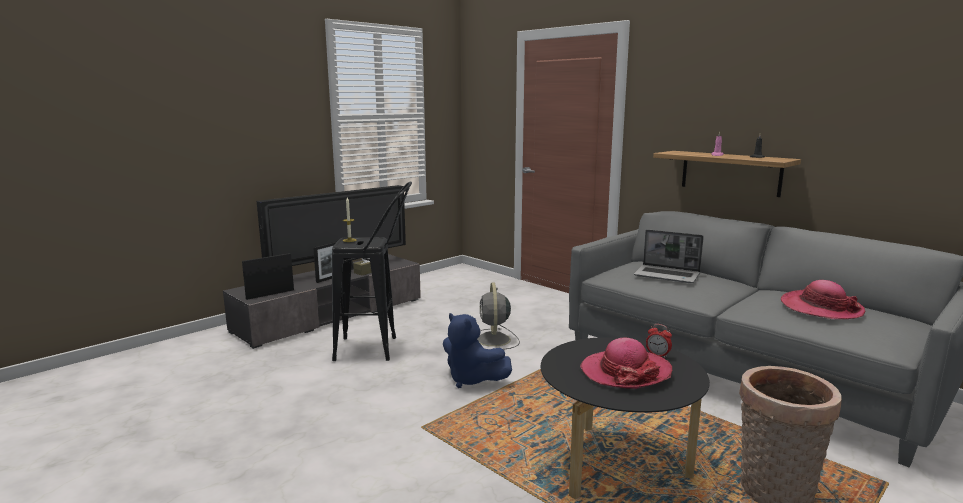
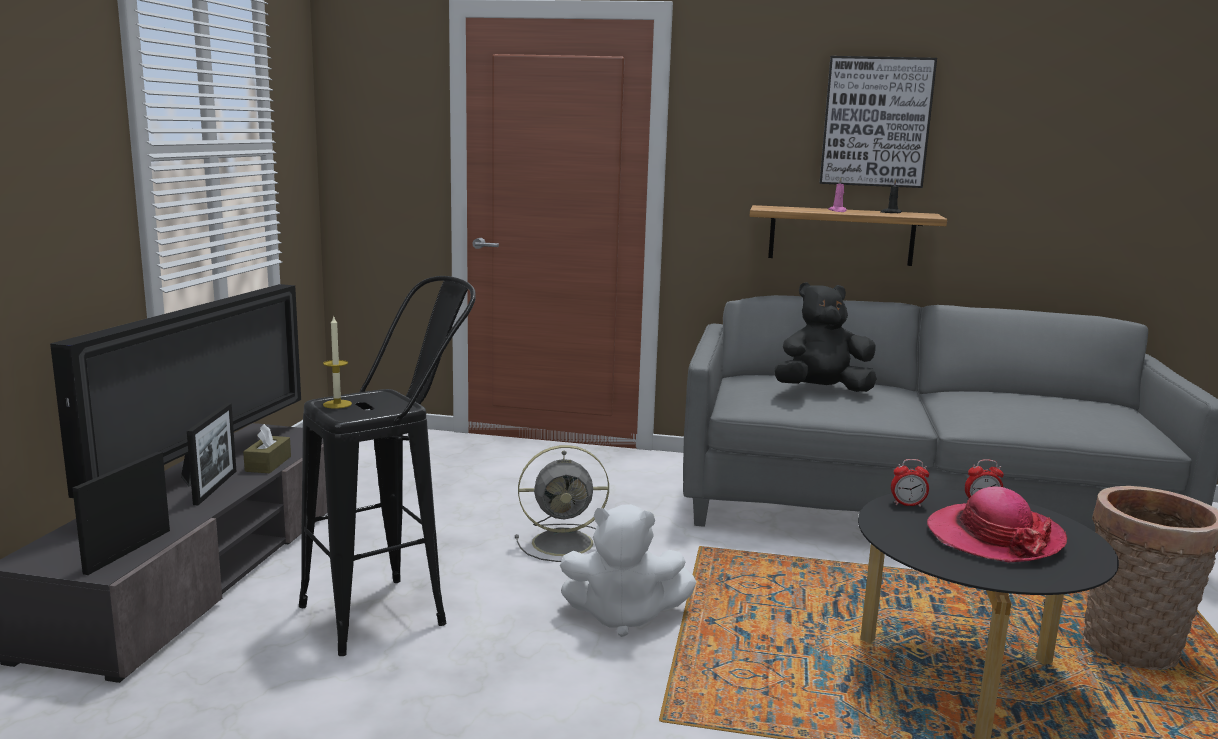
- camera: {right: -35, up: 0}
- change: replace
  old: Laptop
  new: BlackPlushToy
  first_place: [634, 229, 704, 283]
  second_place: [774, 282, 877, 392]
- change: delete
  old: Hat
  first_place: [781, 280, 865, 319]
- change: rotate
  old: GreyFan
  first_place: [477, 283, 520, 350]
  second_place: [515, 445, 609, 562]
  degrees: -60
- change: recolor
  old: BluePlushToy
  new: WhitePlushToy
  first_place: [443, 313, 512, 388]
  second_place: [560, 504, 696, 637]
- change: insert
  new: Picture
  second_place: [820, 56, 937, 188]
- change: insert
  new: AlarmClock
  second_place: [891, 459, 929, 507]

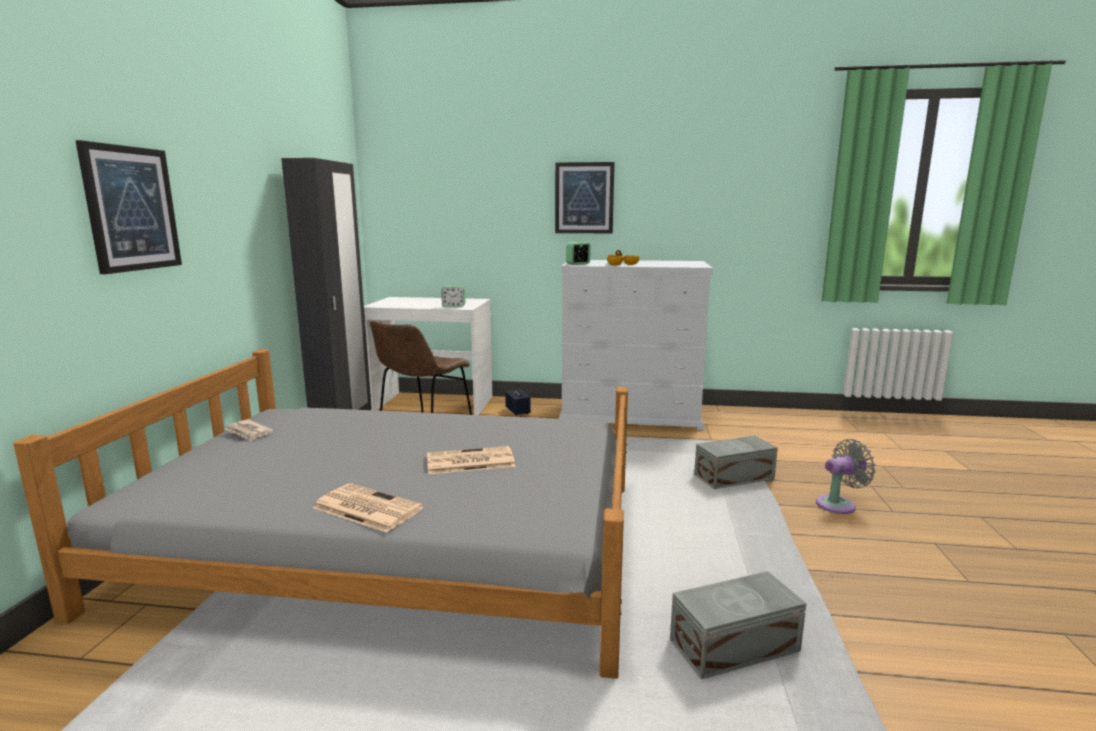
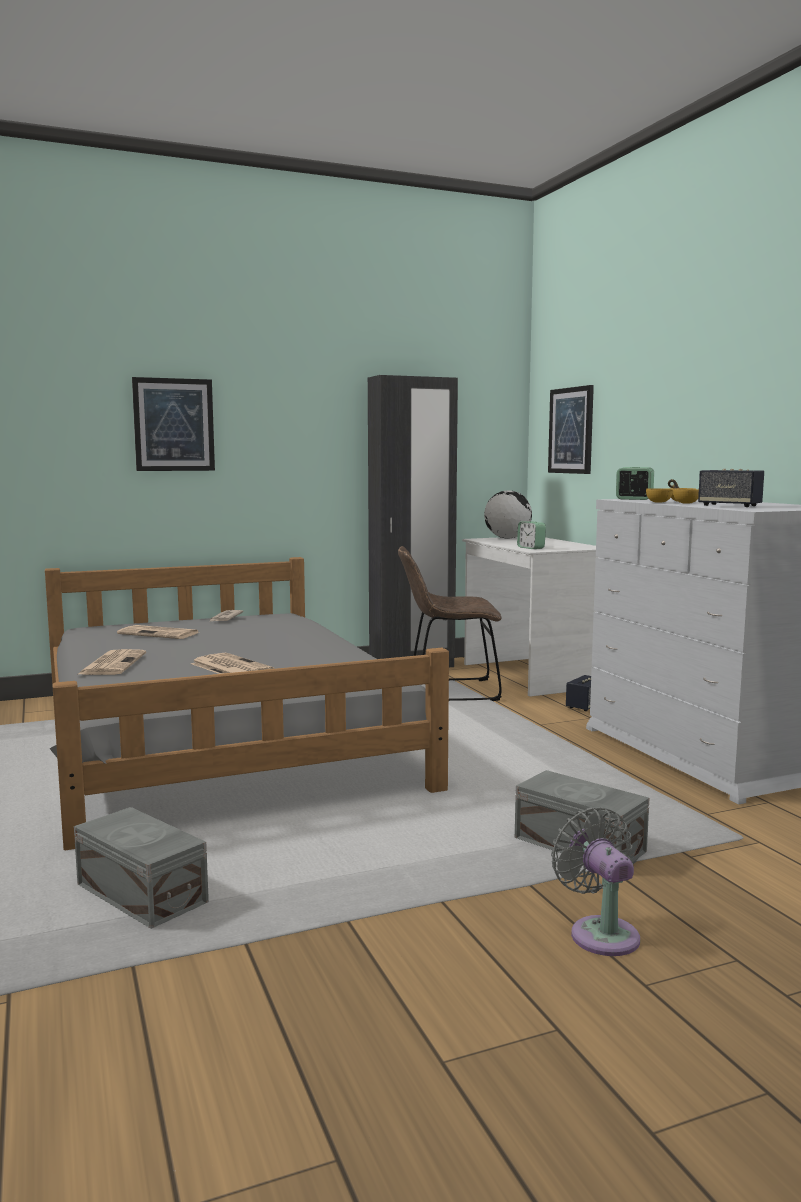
- camera: {right: 60, up: -5}
- change: move
  old: Picture
  first_place: [555, 162, 614, 233]
  second_place: [548, 385, 594, 474]
- change: rotate
  old: GreyFan
  first_place: [816, 439, 876, 514]
  second_place: [551, 807, 640, 956]
  degrees: -150
- change: insert
  new: Speaker
  second_place: [698, 469, 764, 507]
- change: insert
  new: Globe
  second_place: [484, 490, 532, 538]
- change: insert
  new: Newspaper
  second_place: [117, 625, 199, 639]

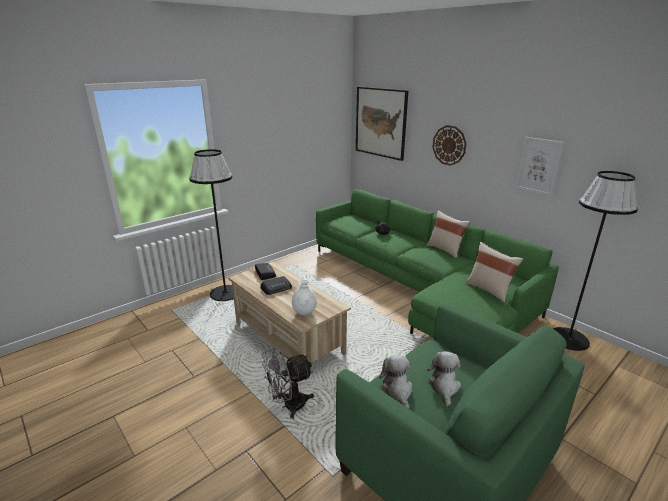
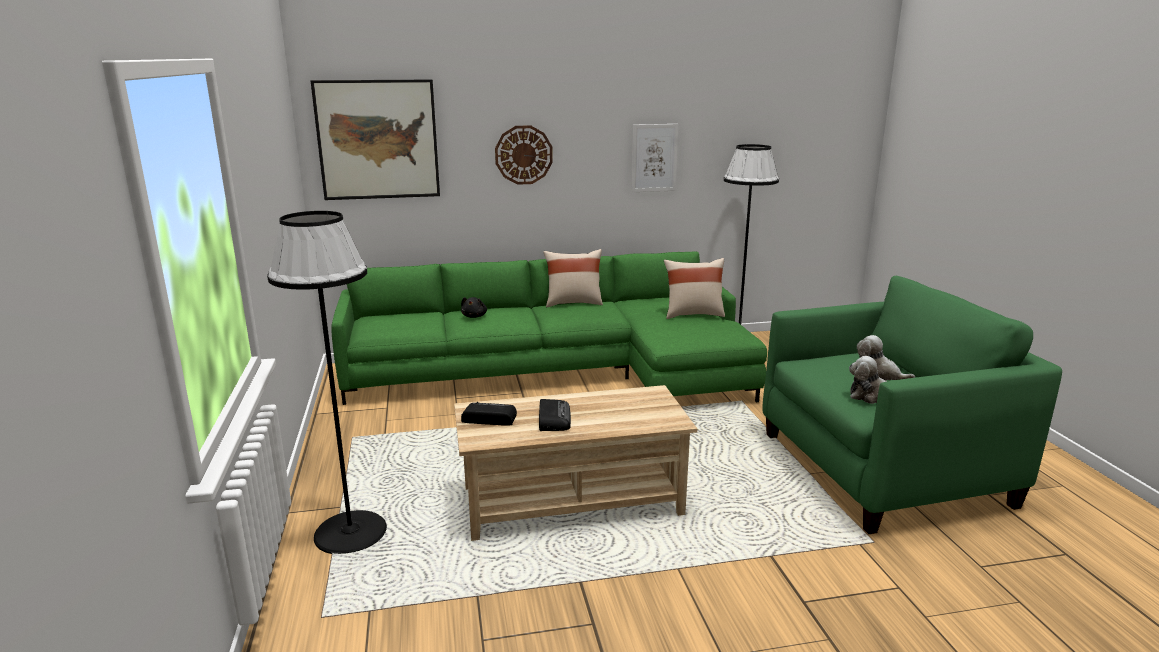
- camera: {right: -60, up: -5}
- change: delete
  old: WhiteVase
  first_place: [292, 280, 317, 315]
- change: delete
  old: GreyFan
  first_place: [262, 347, 314, 419]

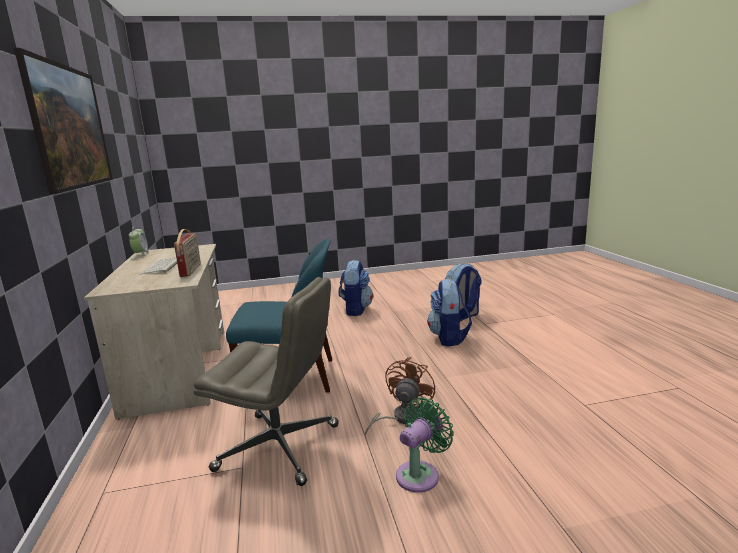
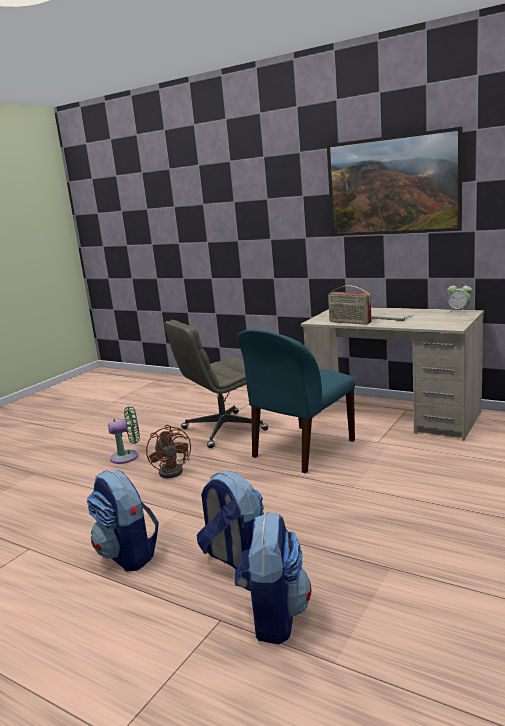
- camera: {right: 135, up: 0}
- change: move
  old: Backpack
  first_place: [338, 260, 373, 316]
  second_place: [87, 470, 159, 571]
- change: rotate
  old: GreenFan
  first_place: [396, 397, 454, 493]
  second_place: [108, 406, 140, 464]
  degrees: -105

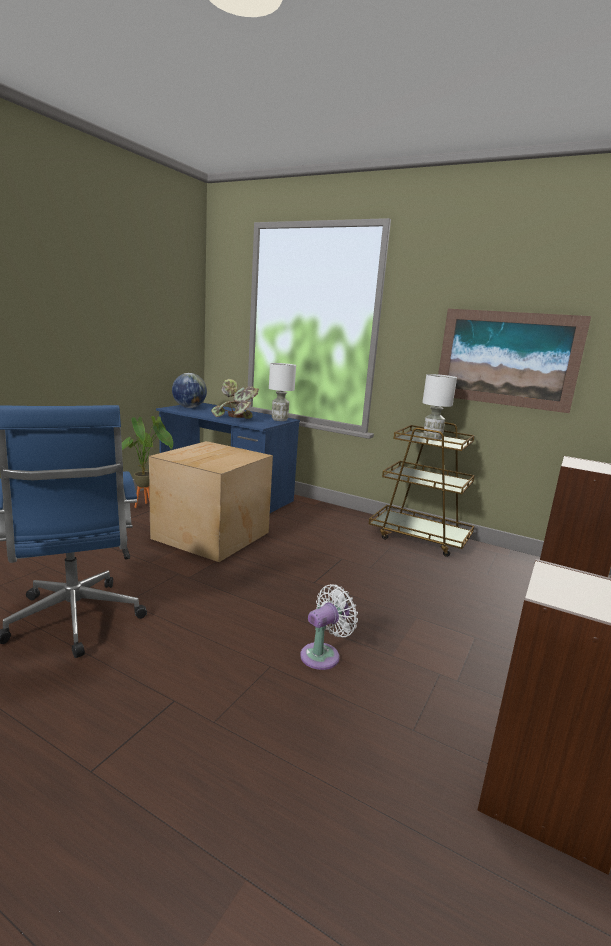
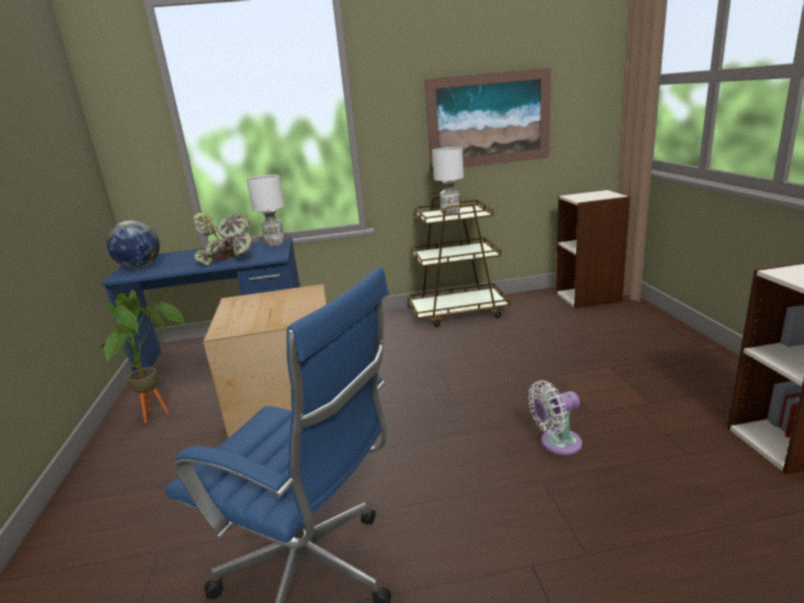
- camera: {right: -35, up: 5}
- change: rotate
  old: WhiteFan
  first_place: [300, 584, 358, 670]
  second_place: [528, 380, 582, 455]
  degrees: -120

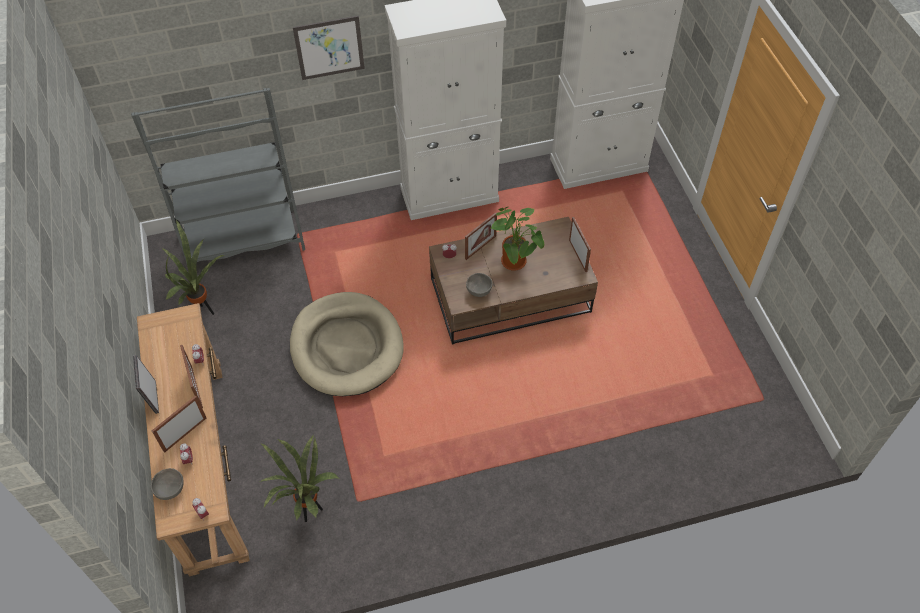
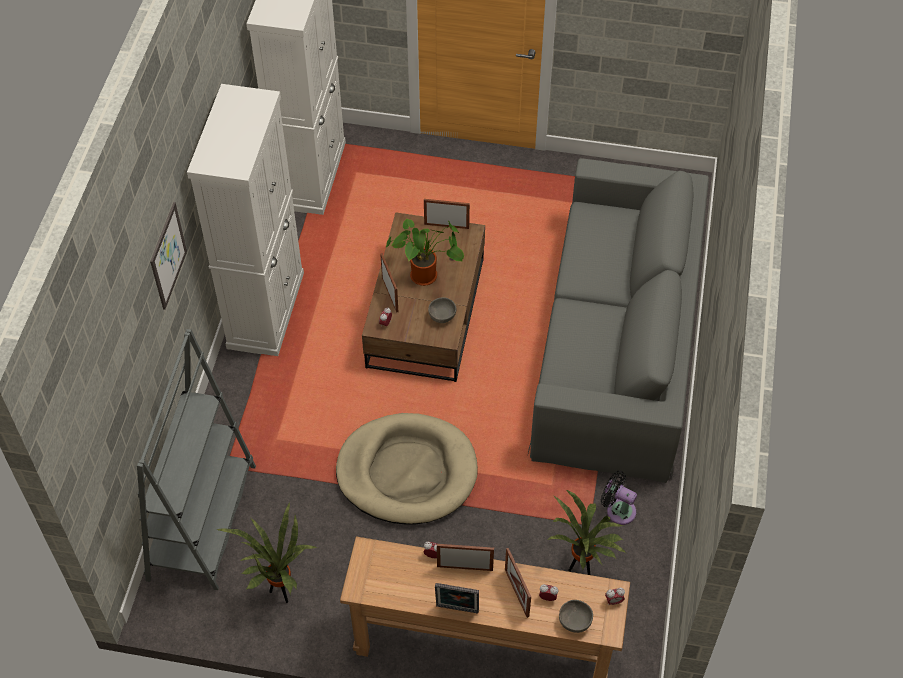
- camera: {right: -65, up: 0}
- change: insert
  new: GreySofa
  second_place: [528, 158, 709, 483]
- change: insert
  new: BlackFan
  second_place: [601, 470, 637, 525]

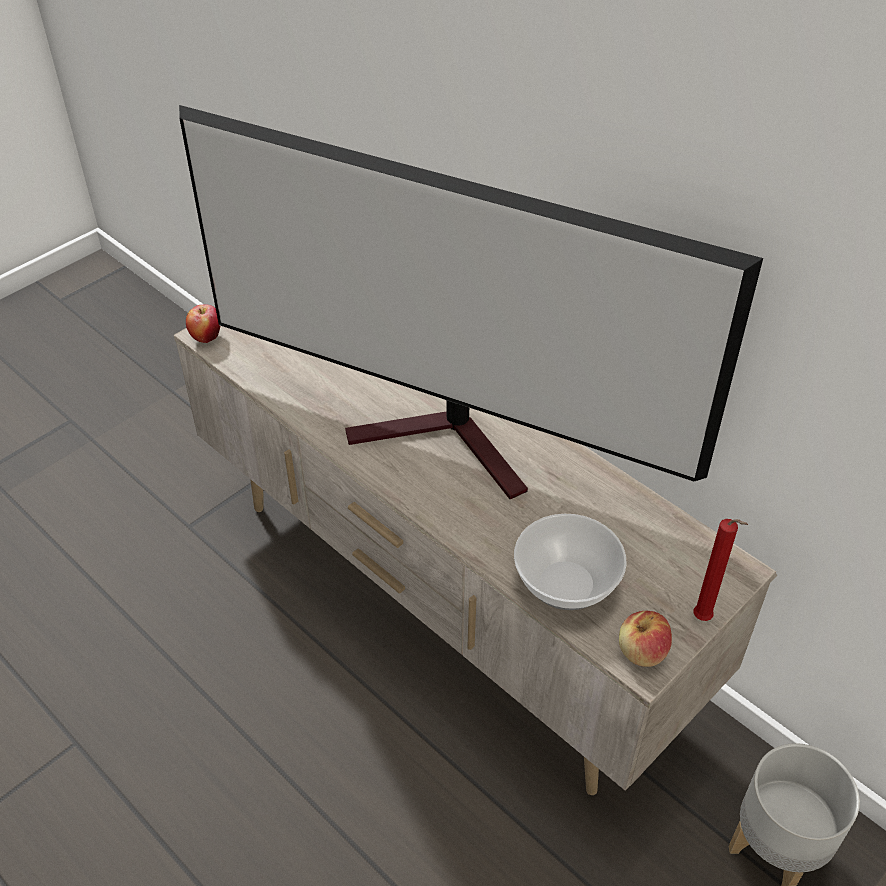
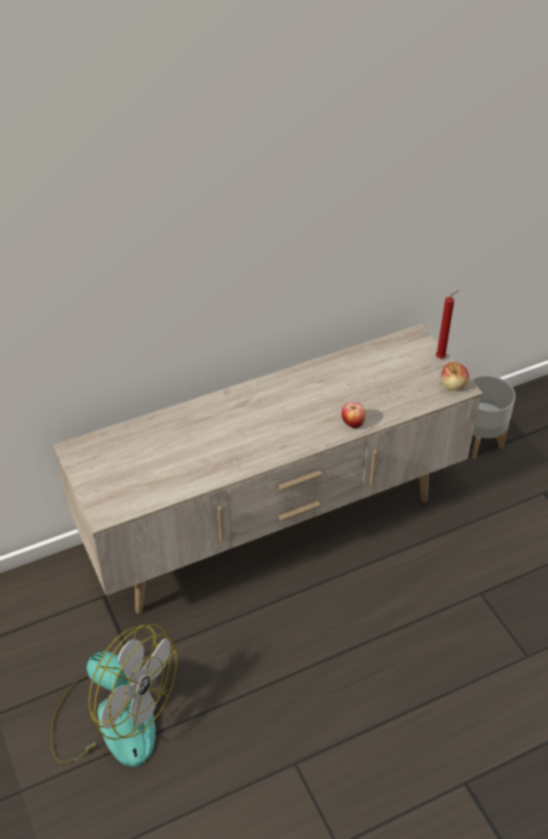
- camera: {right: -70, up: 0}
- change: delete
  old: Television
  first_place: [179, 105, 763, 499]
- change: move
  old: Apple
  first_place: [186, 304, 220, 343]
  second_place: [342, 402, 366, 428]
- change: delete
  old: Bowl
  first_place: [514, 514, 627, 610]
- change: insert
  new: Fan
  second_place: [50, 624, 177, 767]

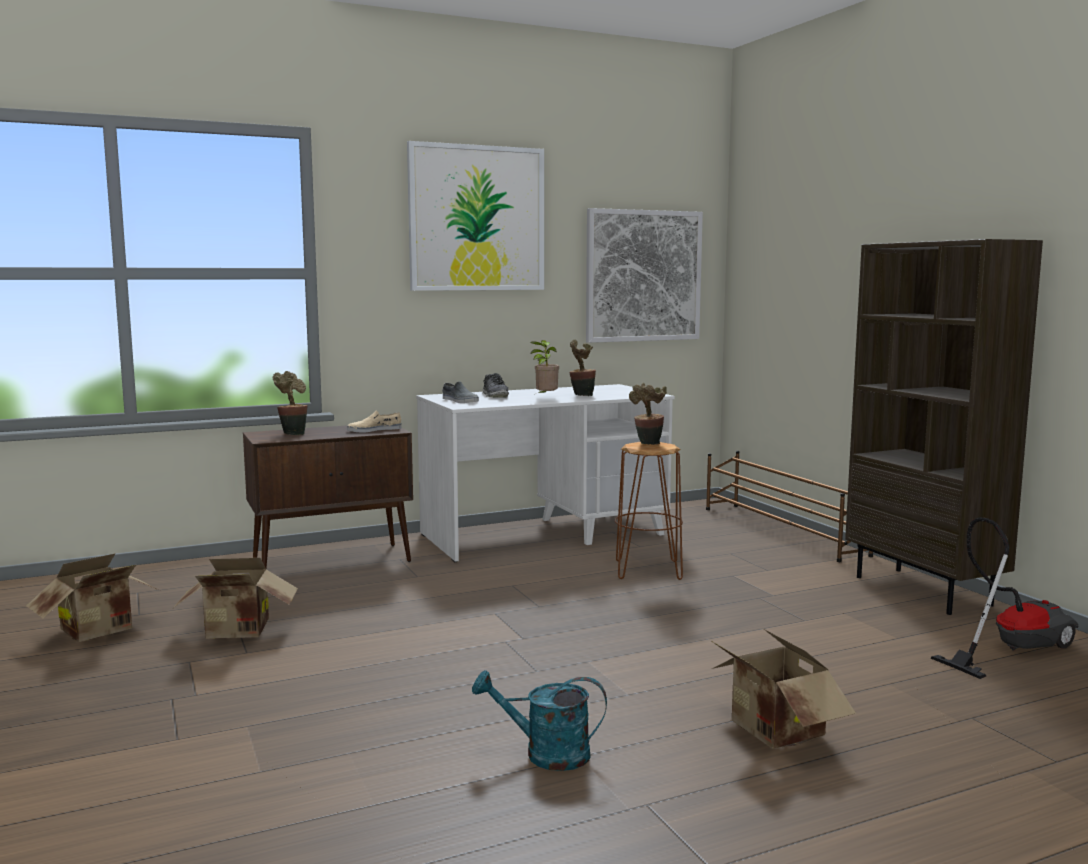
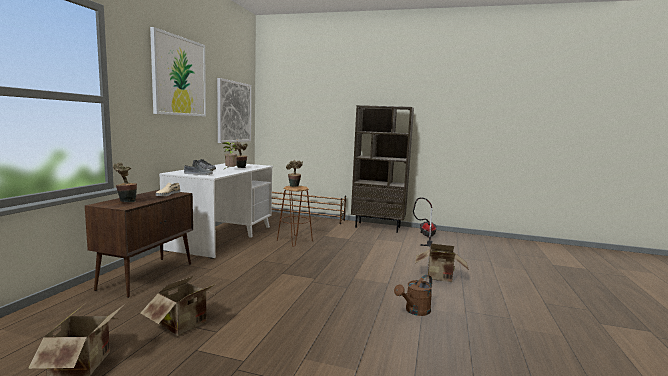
- camera: {right: -50, up: 0}
- change: recolor
  old: TurquoiseWateringCan
  new: BrownWateringCan
  first_place: [472, 670, 607, 771]
  second_place: [394, 275, 432, 316]

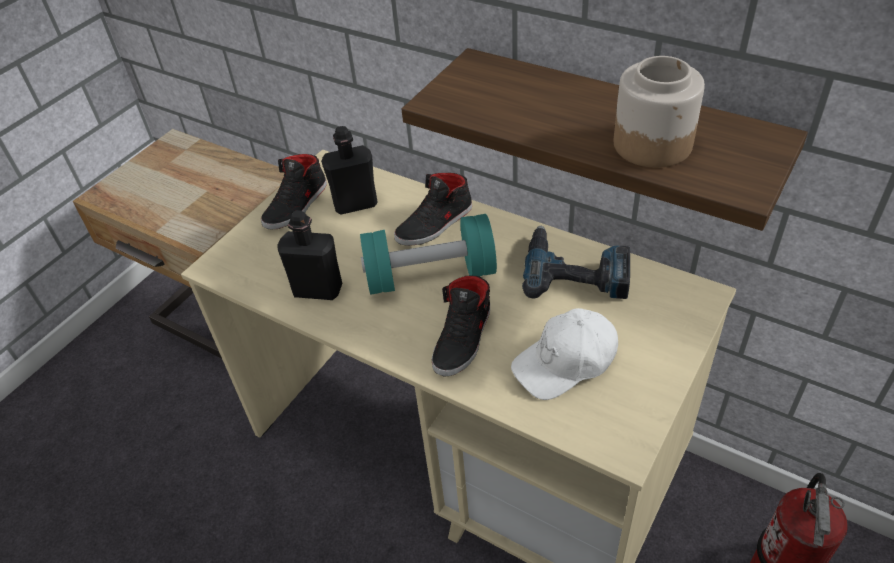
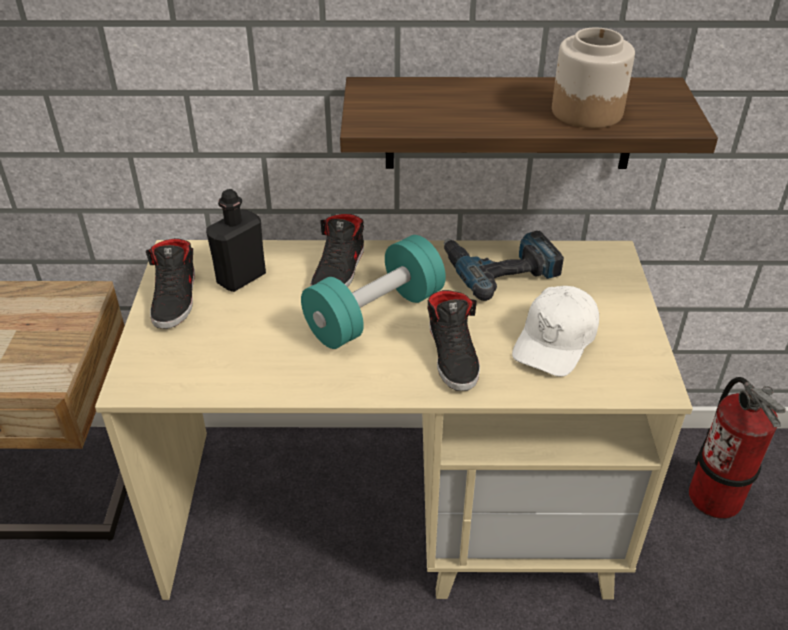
- camera: {right: -35, up: -5}
- change: delete
  old: BlackBottle
  first_place: [277, 210, 342, 300]

